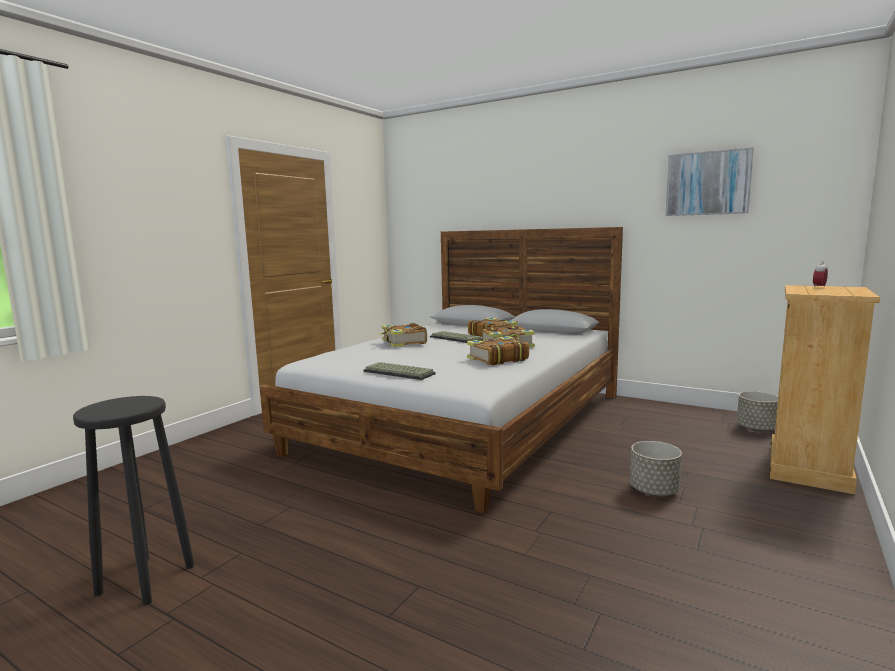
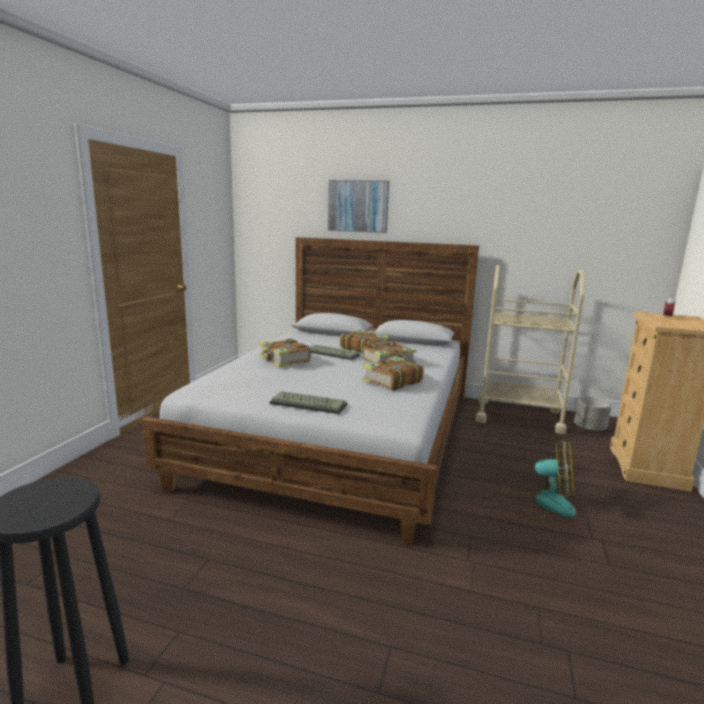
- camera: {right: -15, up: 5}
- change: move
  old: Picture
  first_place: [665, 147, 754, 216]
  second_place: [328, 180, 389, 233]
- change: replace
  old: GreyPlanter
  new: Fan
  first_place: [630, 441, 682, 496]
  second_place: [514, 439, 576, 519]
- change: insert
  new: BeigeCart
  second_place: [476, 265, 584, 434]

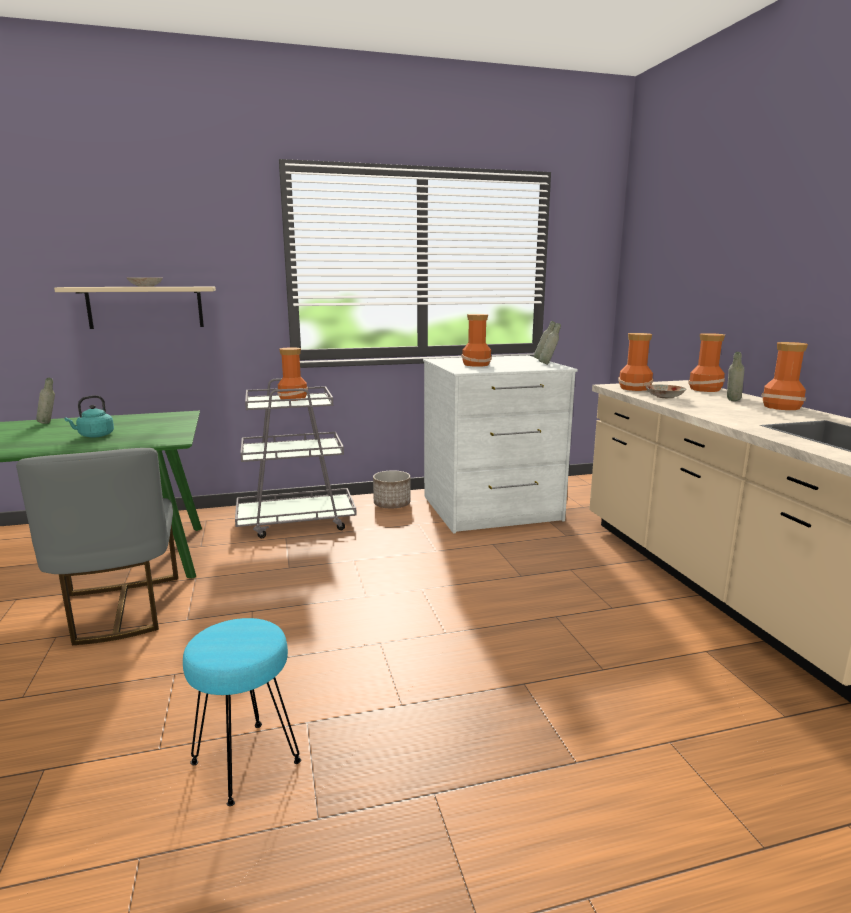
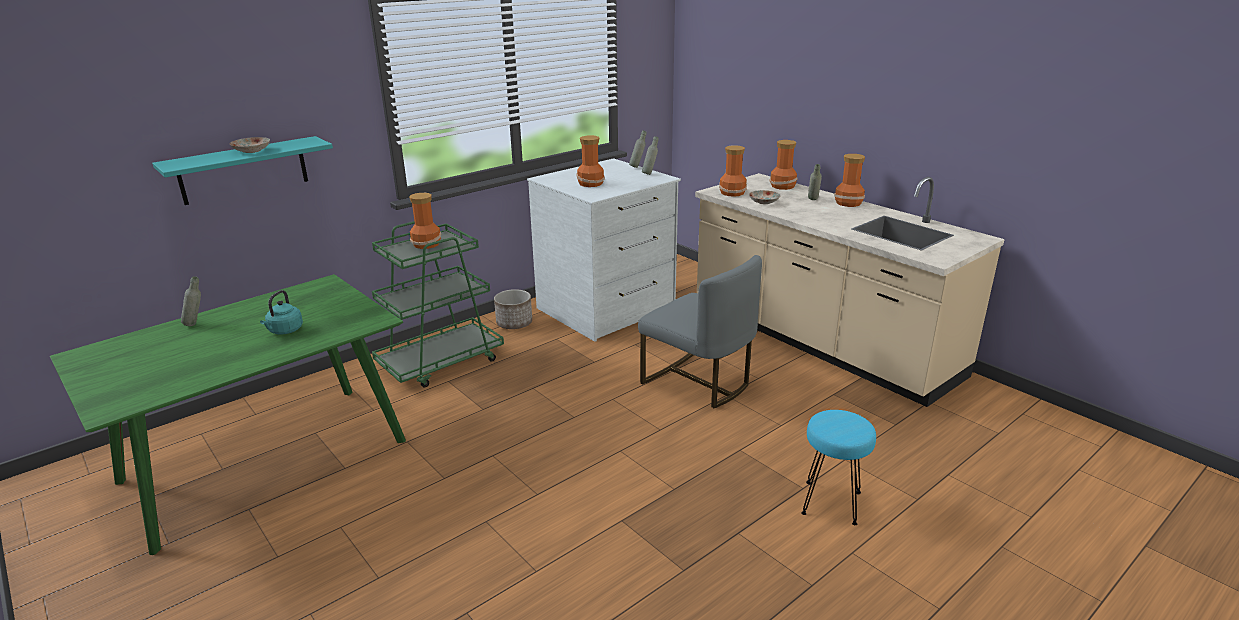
- camera: {right: -25, up: 10}
- change: recolor
  old: BeigeShelf
  new: TurquoiseShelf
  first_place: [54, 287, 216, 329]
  second_place: [152, 136, 333, 205]
- change: recolor
  old: GreyCart
  new: GreenCart
  first_place: [235, 378, 357, 538]
  second_place: [372, 221, 504, 388]
- change: move
  old: GreyChair
  first_place: [16, 448, 178, 645]
  second_place: [638, 255, 762, 408]
- change: move
  old: TurquoiseStool
  first_place: [183, 618, 301, 806]
  second_place: [801, 410, 876, 525]

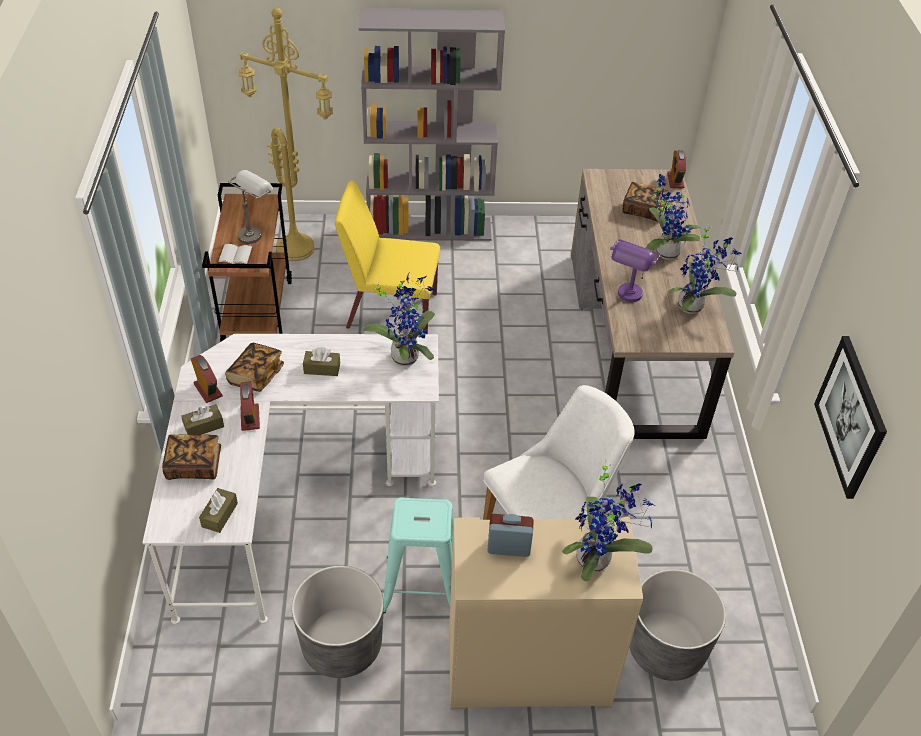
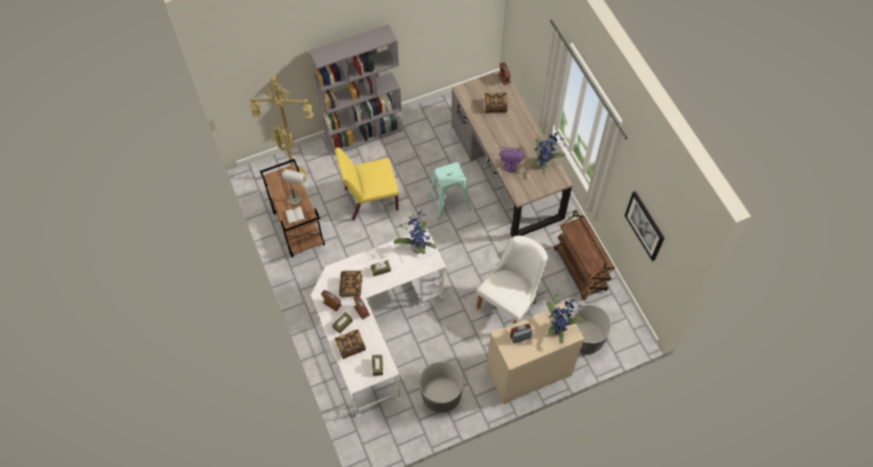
- camera: {right: -20, up: 15}
- change: delete
  old: PottedPlant
  first_place: [646, 174, 701, 260]
- change: move
  old: TurquoiseStool
  first_place: [383, 497, 454, 613]
  second_place: [428, 162, 471, 220]
- change: insert
  new: BrownCart
  second_place: [554, 210, 615, 300]

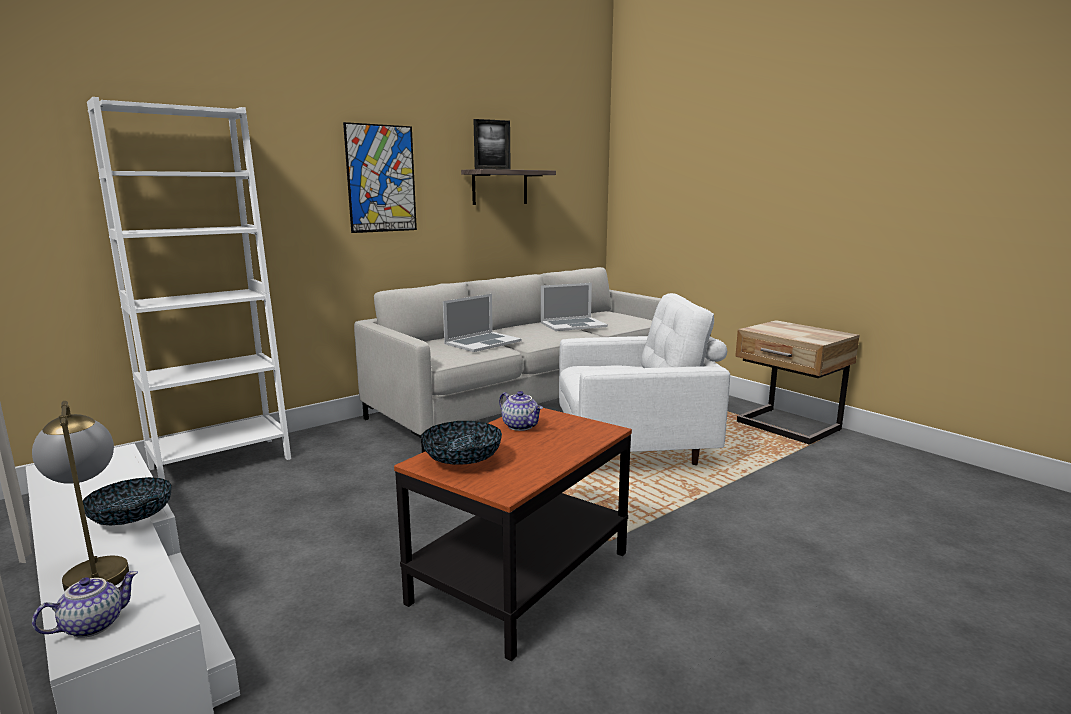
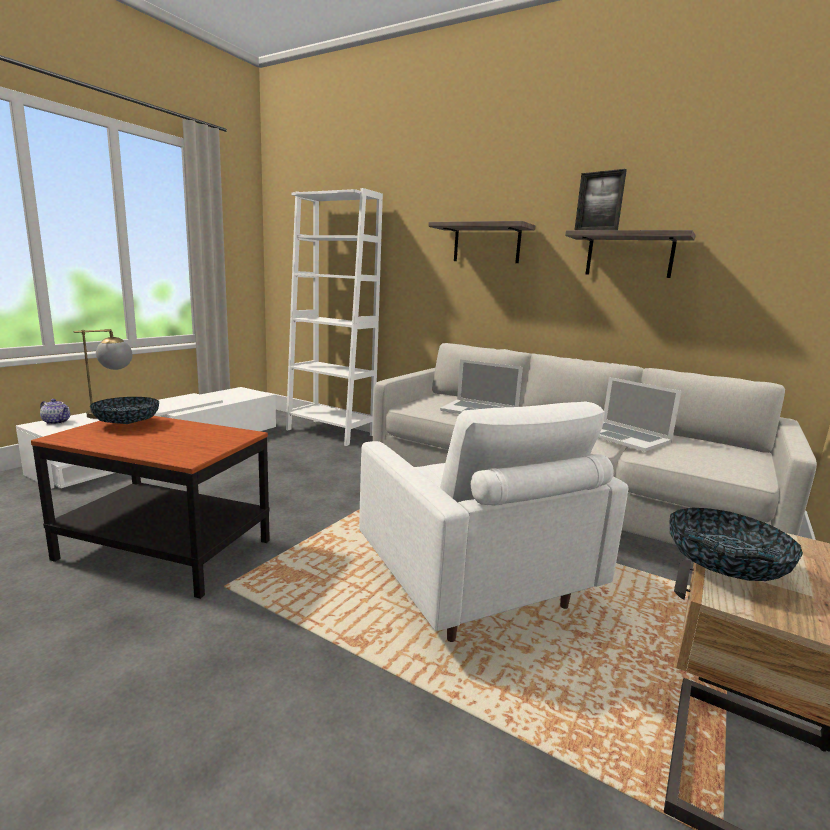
- camera: {right: 70, up: 0}
- change: replace
  old: Picture
  new: Shelf
  first_place: [343, 122, 417, 233]
  second_place: [428, 221, 535, 263]
- change: delete
  old: Teapot
  first_place: [499, 391, 543, 431]
- change: move
  old: Bowl
  first_place: [83, 477, 172, 525]
  second_place: [669, 508, 803, 581]

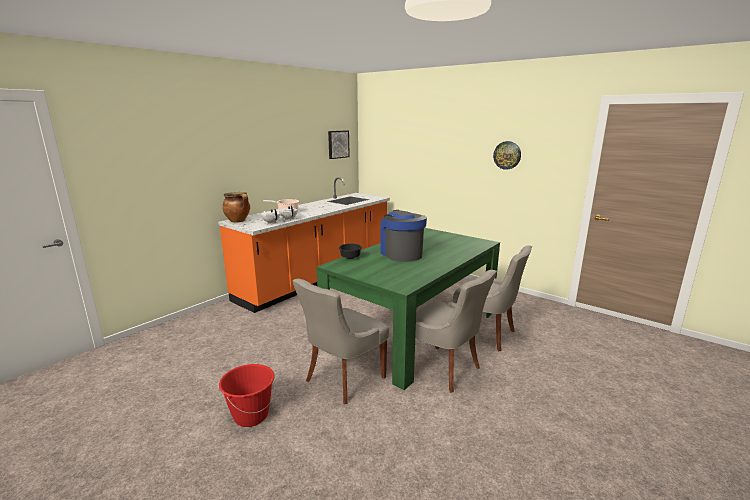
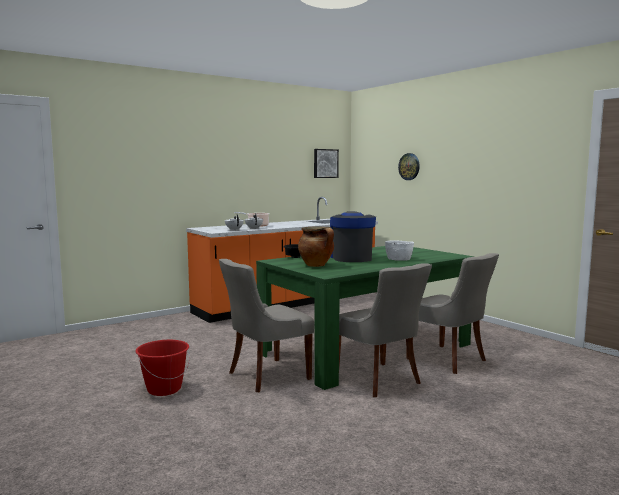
- camera: {right: 15, up: -10}
- change: move
  old: WallClock
  first_place: [493, 141, 521, 170]
  second_place: [398, 153, 420, 180]
- change: move
  old: CookingPot
  first_place: [222, 192, 250, 223]
  second_place: [298, 227, 334, 267]
- change: insert
  new: WhiteBowl
  second_place: [385, 240, 414, 261]

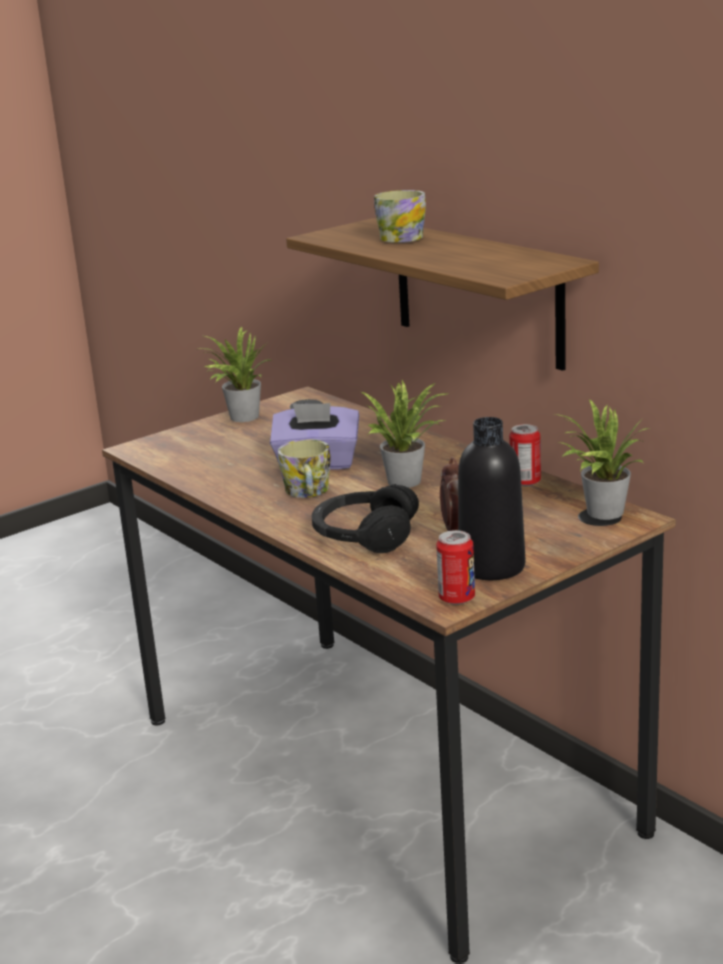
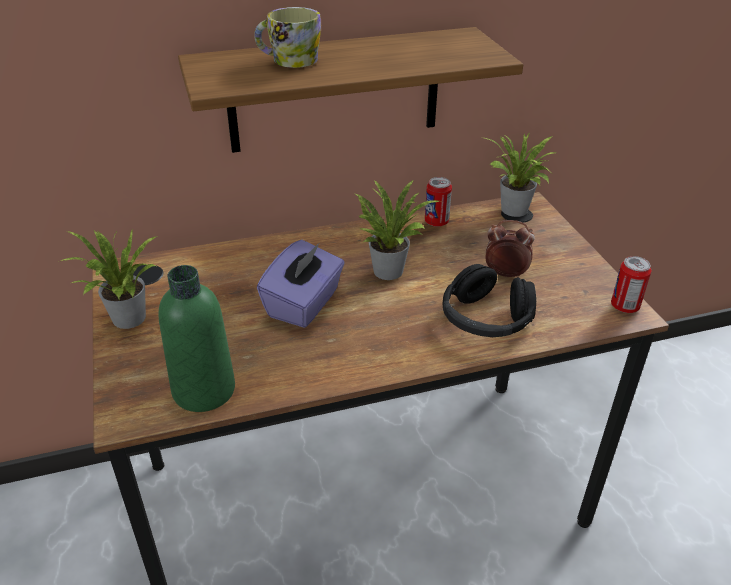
- camera: {right: -70, up: 15}
- change: delete
  old: BlackBottle
  first_place: [458, 417, 525, 580]
- change: delete
  old: Mug
  first_place: [278, 439, 331, 498]
- change: insert
  new: GreenBottle
  second_place: [159, 265, 235, 412]

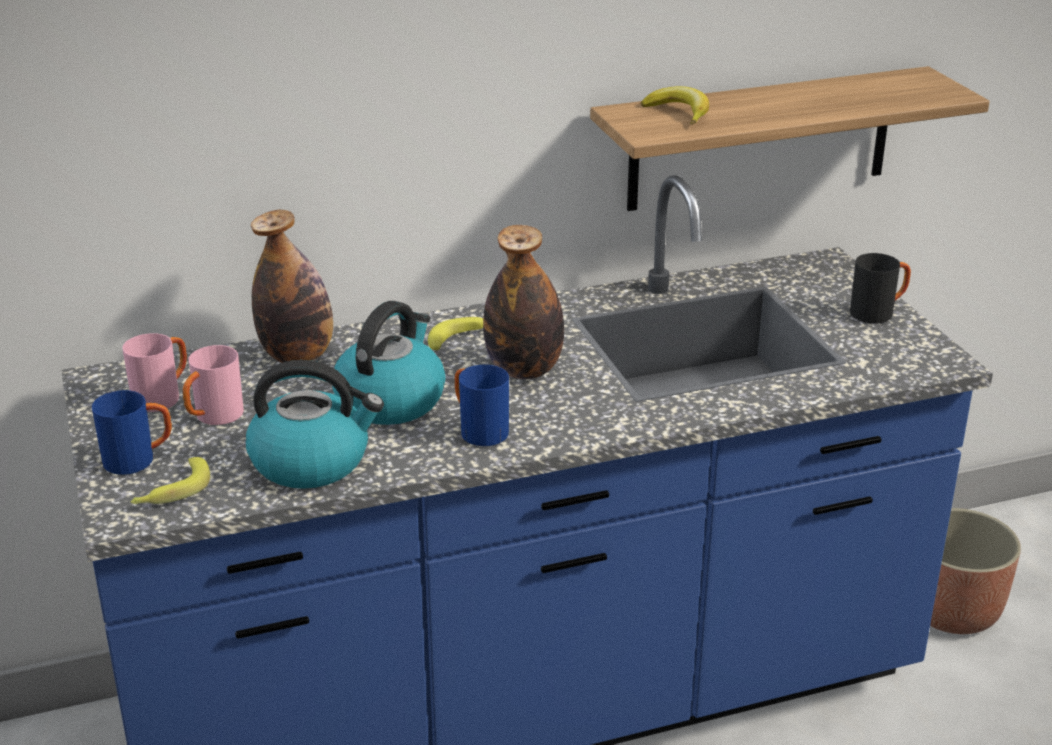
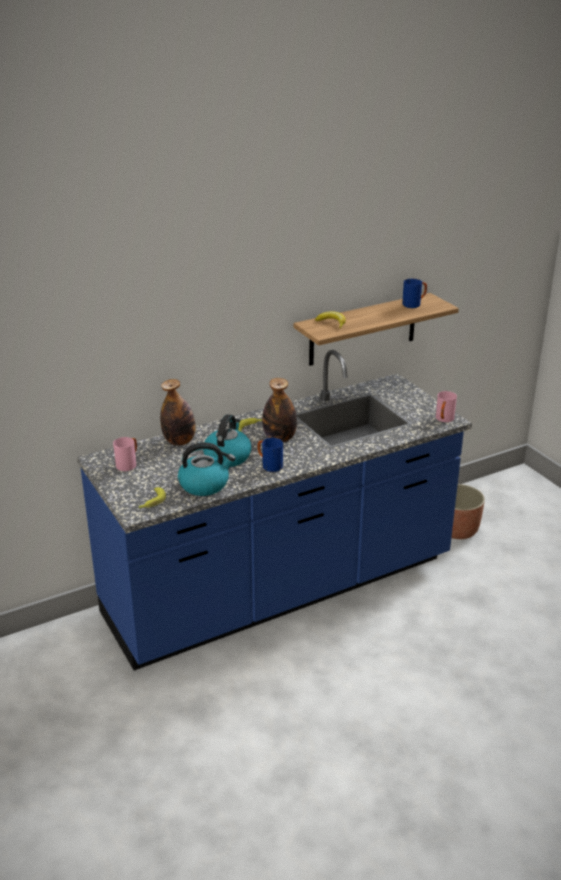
- camera: {right: -10, up: 0}
- change: delete
  old: BlackMug
  first_place: [850, 253, 911, 324]
- change: move
  old: PinkMug
  first_place: [183, 345, 244, 425]
  second_place: [436, 391, 457, 422]
- change: move
  old: BlueMug
  first_place: [92, 390, 172, 475]
  second_place: [402, 279, 427, 308]

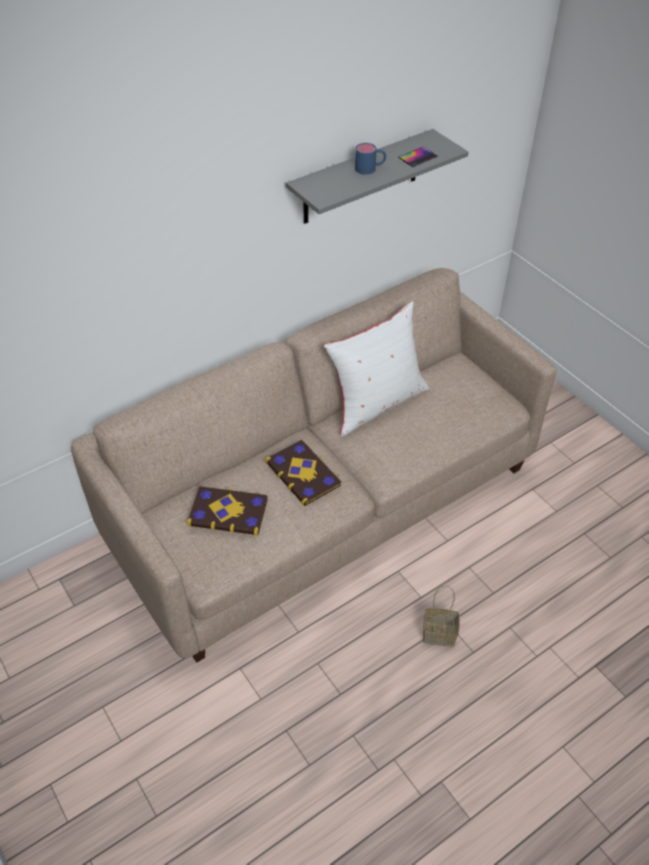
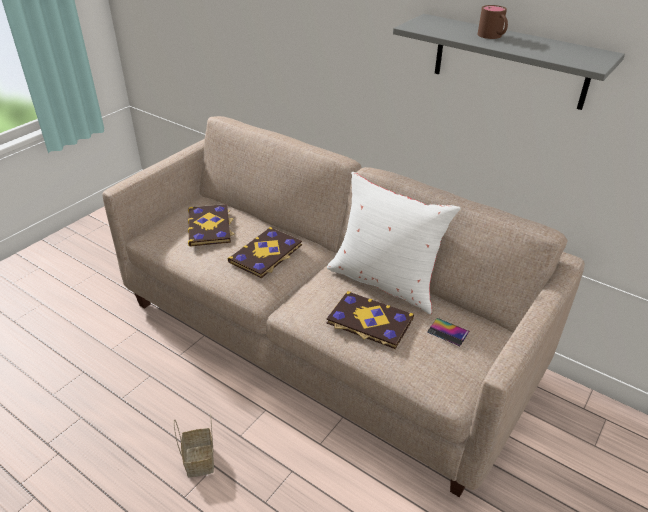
- camera: {right: 70, up: -10}
- change: recolor
  old: BlueMug
  new: BrownMug
  first_place: [355, 143, 386, 175]
  second_place: [477, 5, 508, 39]
- change: move
  old: Phone
  first_place: [398, 147, 438, 167]
  second_place: [427, 318, 469, 346]
- change: insert
  new: Book
  second_place: [326, 291, 414, 349]

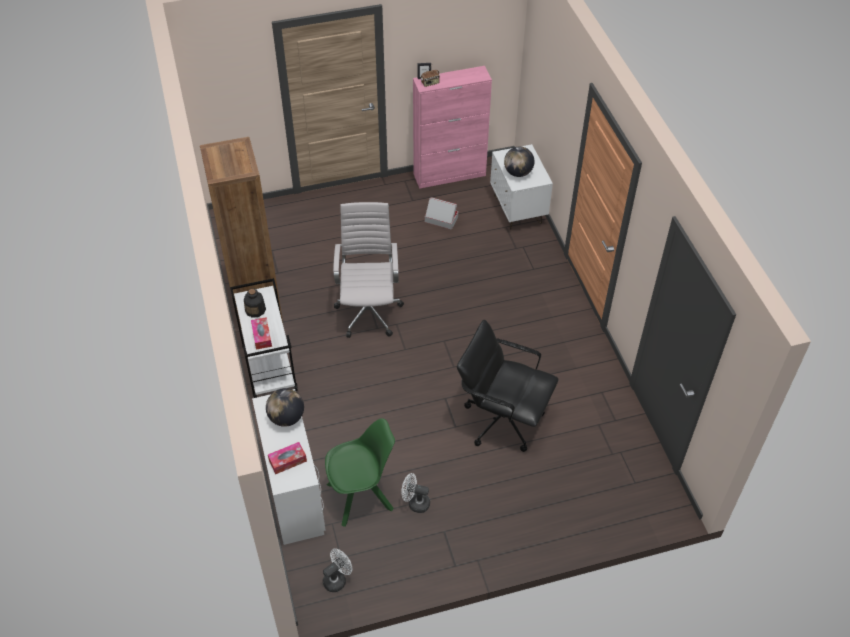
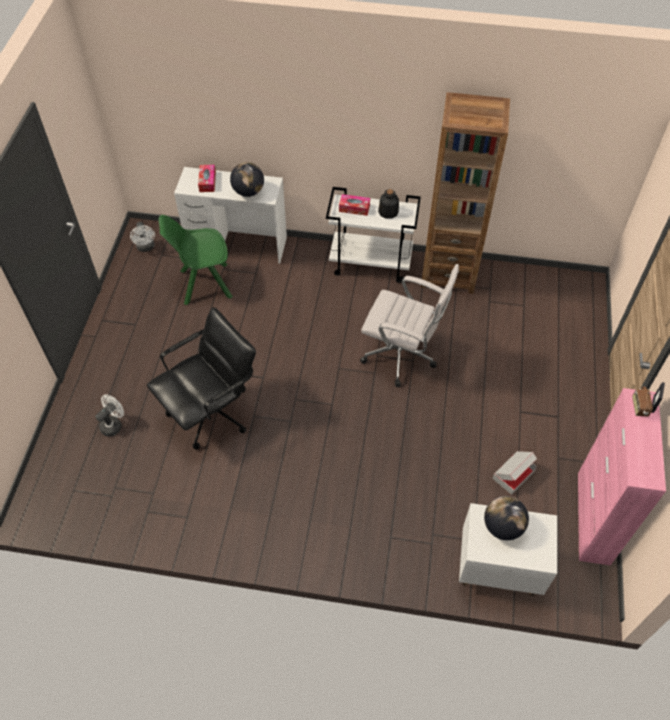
- camera: {right: 115, up: 5}
- change: rotate
  old: GreenChair
  first_place: [325, 418, 395, 527]
  second_place: [159, 215, 233, 305]
  degrees: 75
- change: move
  old: WhiteFan
  first_place: [401, 473, 430, 513]
  second_place: [95, 394, 124, 436]

